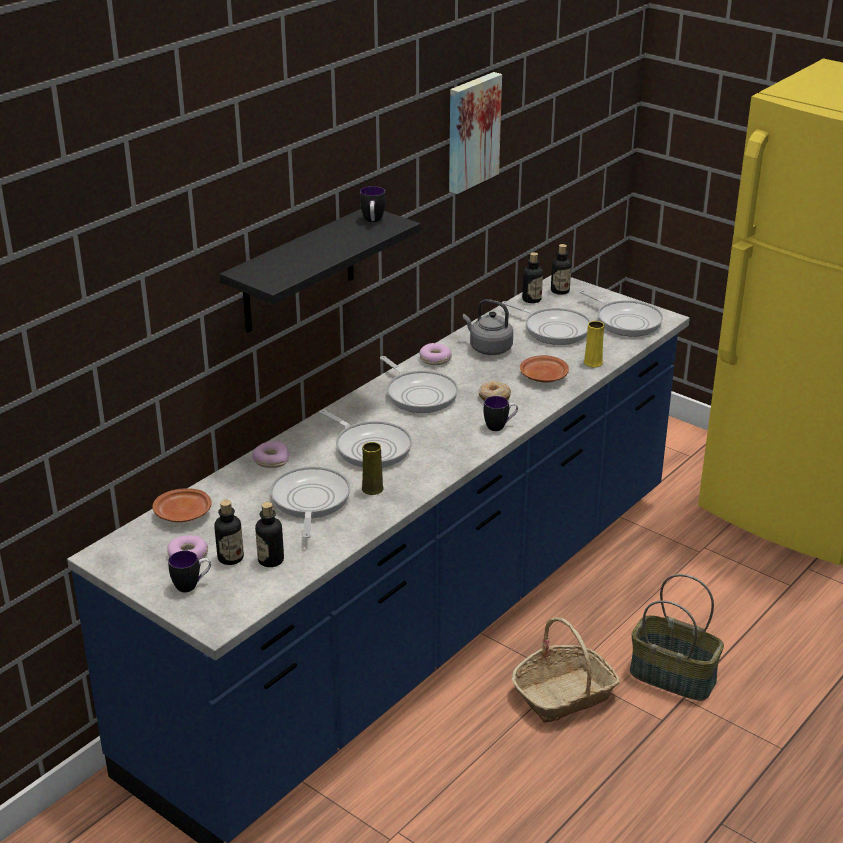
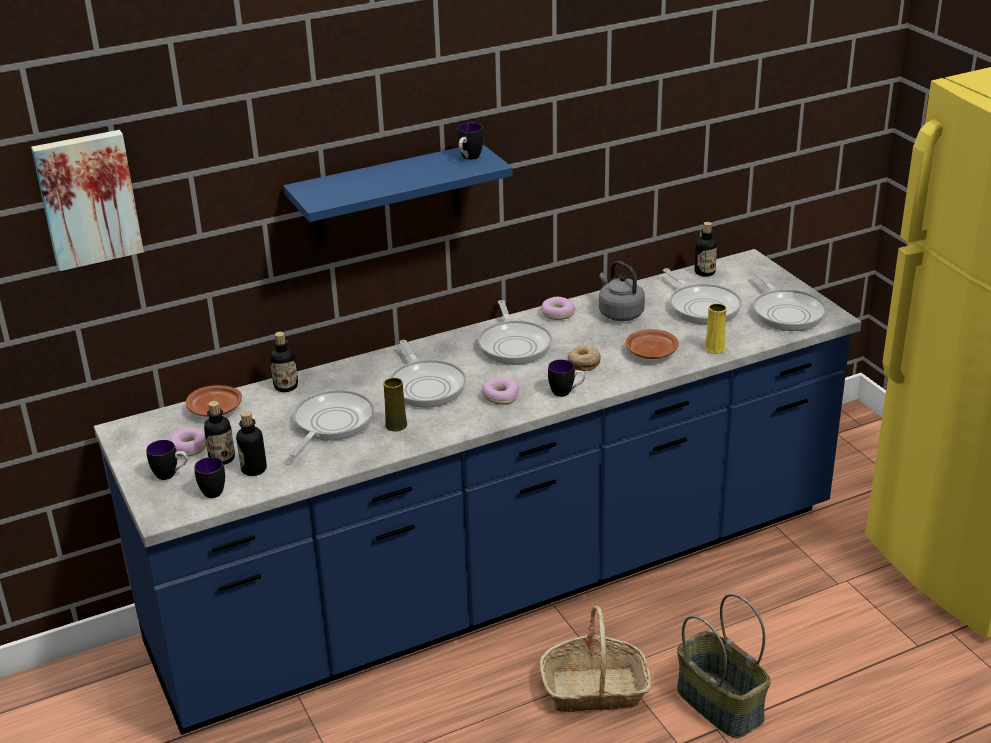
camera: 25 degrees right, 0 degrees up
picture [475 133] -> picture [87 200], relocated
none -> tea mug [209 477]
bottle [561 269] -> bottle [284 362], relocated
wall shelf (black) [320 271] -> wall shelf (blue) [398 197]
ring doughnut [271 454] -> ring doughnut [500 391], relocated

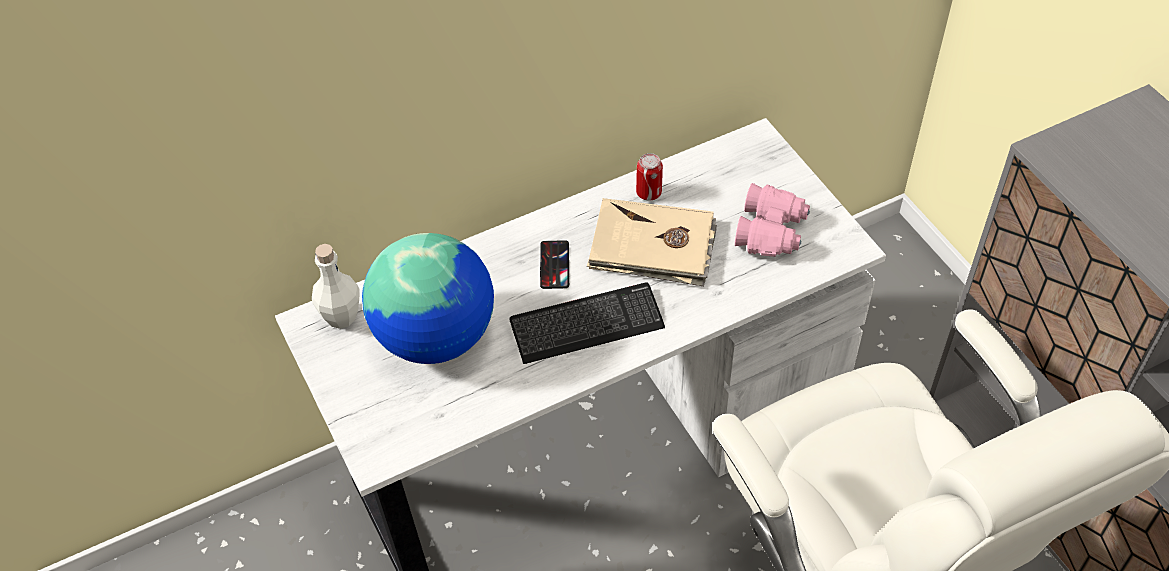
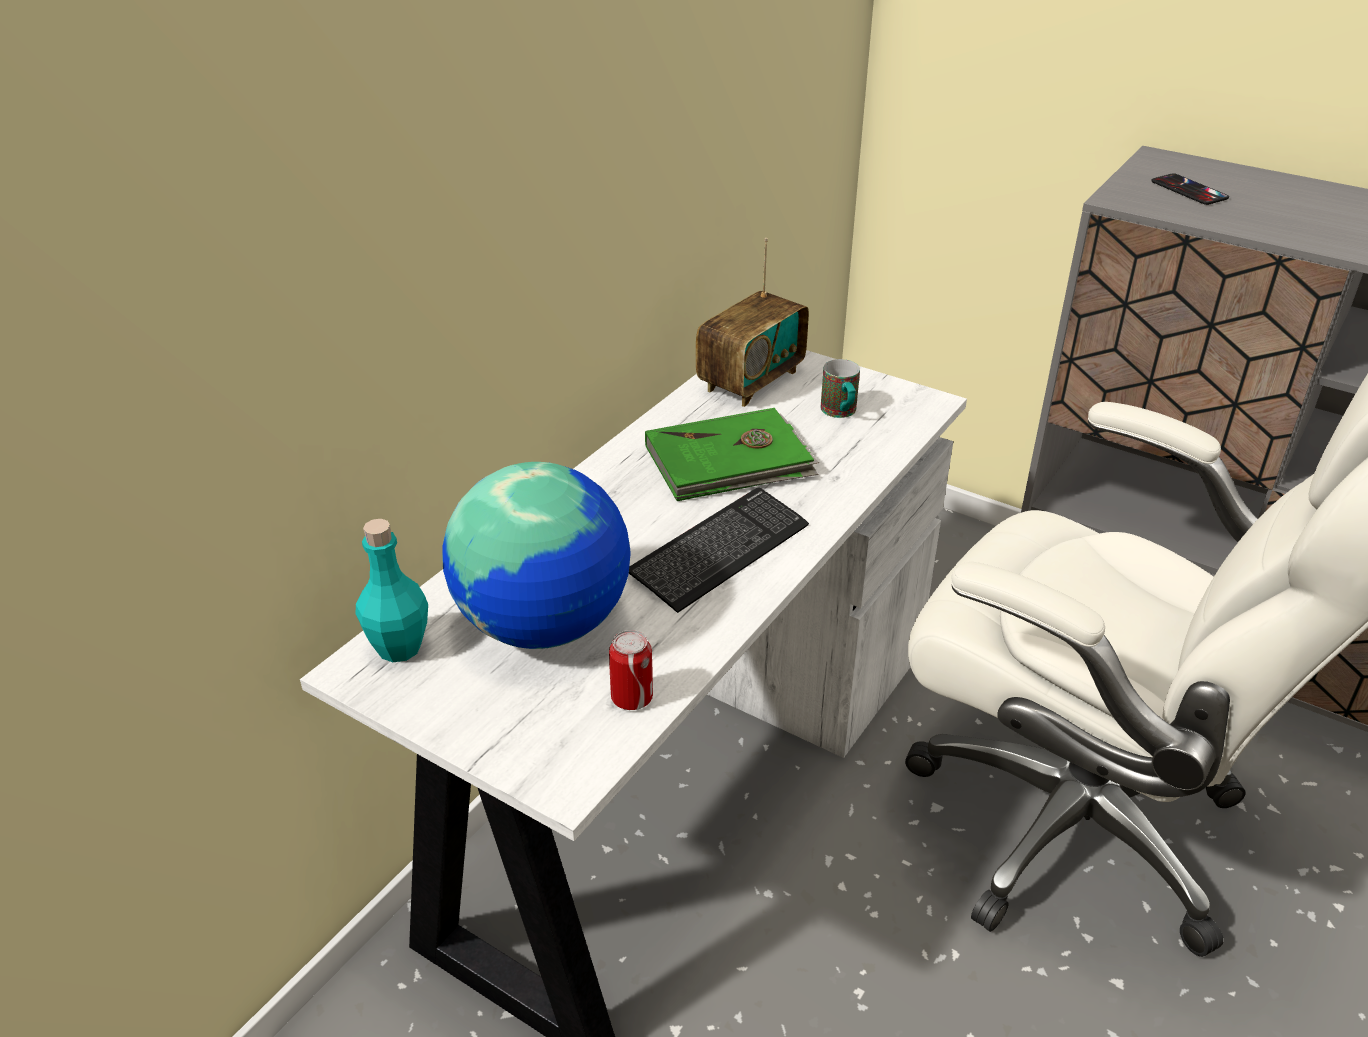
camera: 30 degrees left, 15 degrees down
bottle (white) [336 286] -> bottle (turquoise) [392 590]
metal can [649 176] -> metal can [631 670], relocated
book (sand-coloured) [652 242] -> book (greenish) [732 454]
none -> radio [752 322]
pair of binoculars (pink-coloured) [772 220] -> tea mug [840 388]
handset [554 264] -> handset [1190 189], relocated

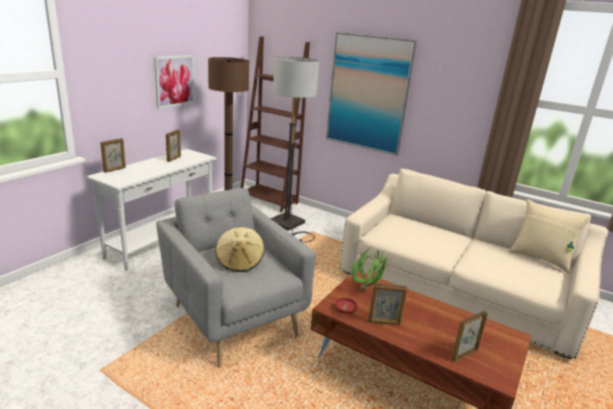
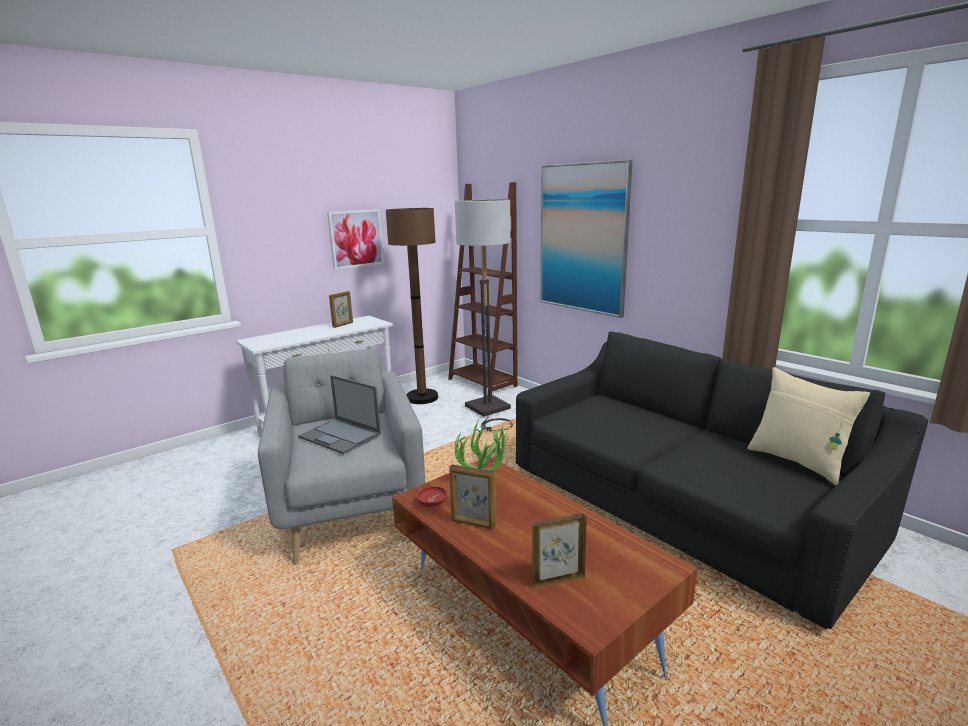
camera: 20 degrees right, 5 degrees down
wearable hat (sand-coloured) [239 249] -> portable computer [339 414]
couch (sand-coloured) [473 264] -> couch (black) [722 481]
photo frame [113 155] -> none

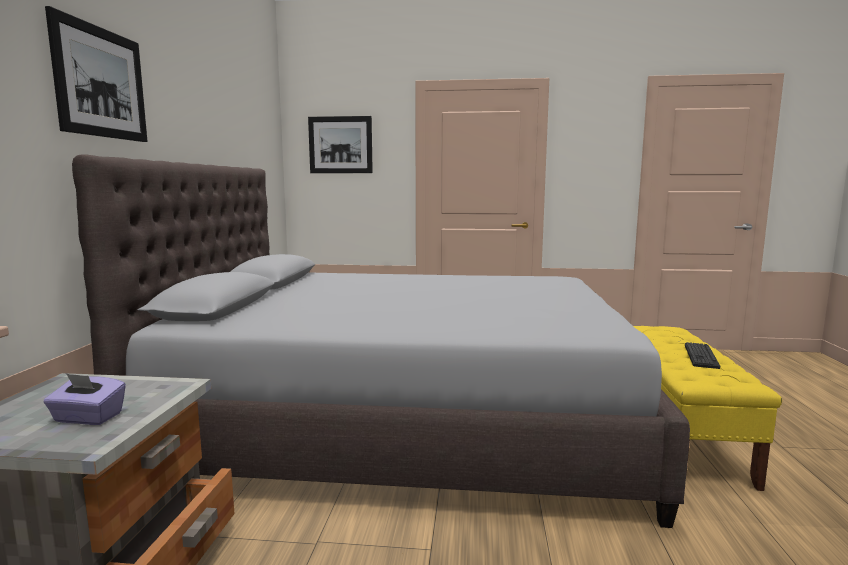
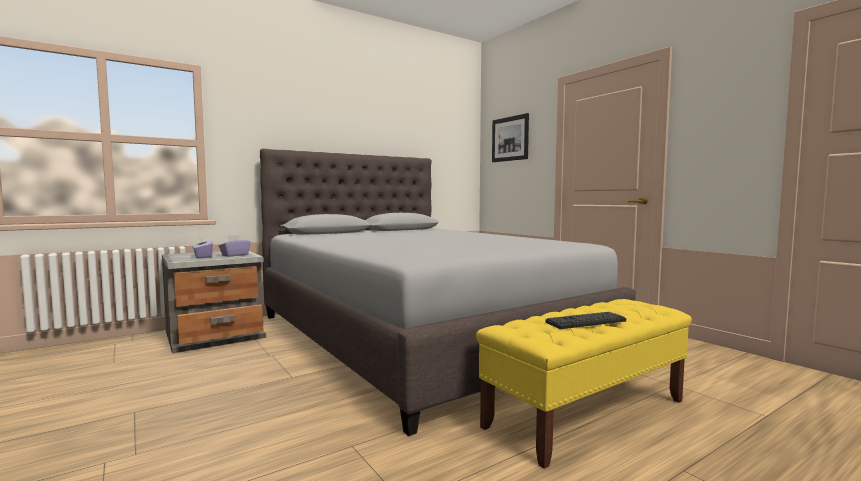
camera: 50 degrees right, 5 degrees down
none -> tissue box (purple-coloured) [235 246]
picture [96 74] -> none

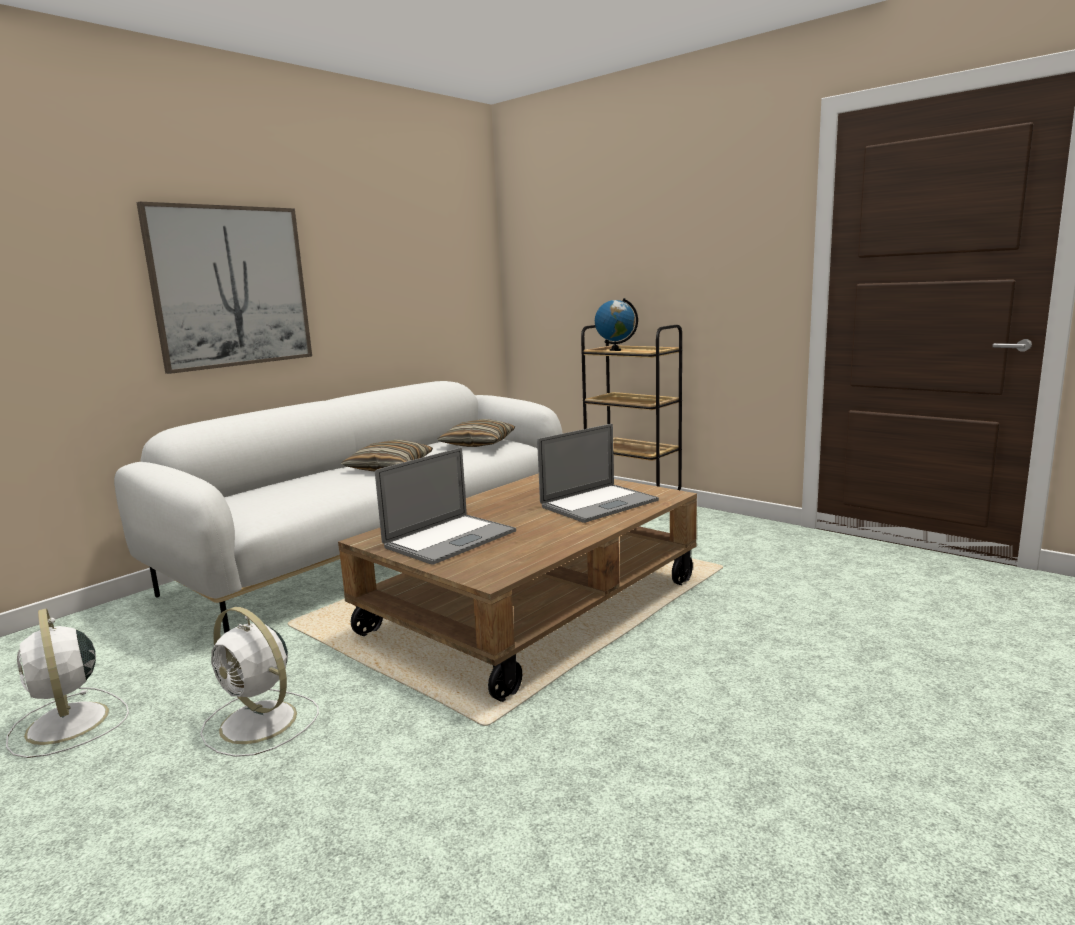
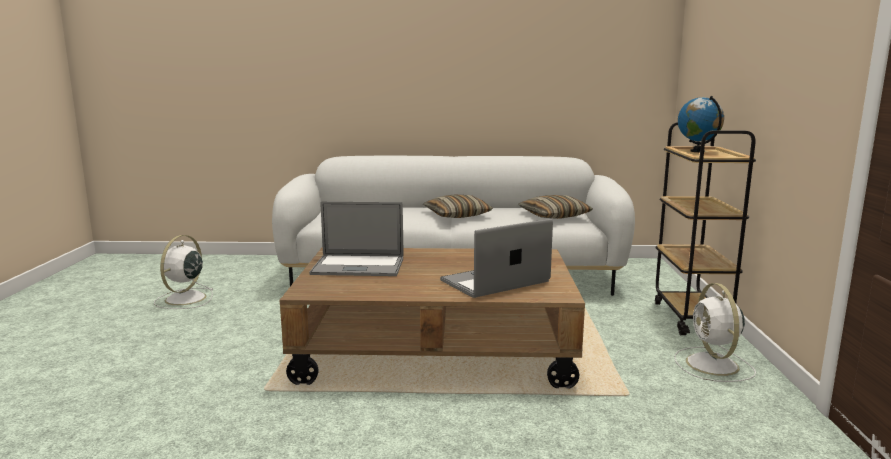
camera: 50 degrees right, 0 degrees up
portable computer [598 473] -> portable computer [496 258], 135 degrees clockwise
electric fan (white) [259 682] -> electric fan (white) [715 332], relocated
picture [224 288] -> none

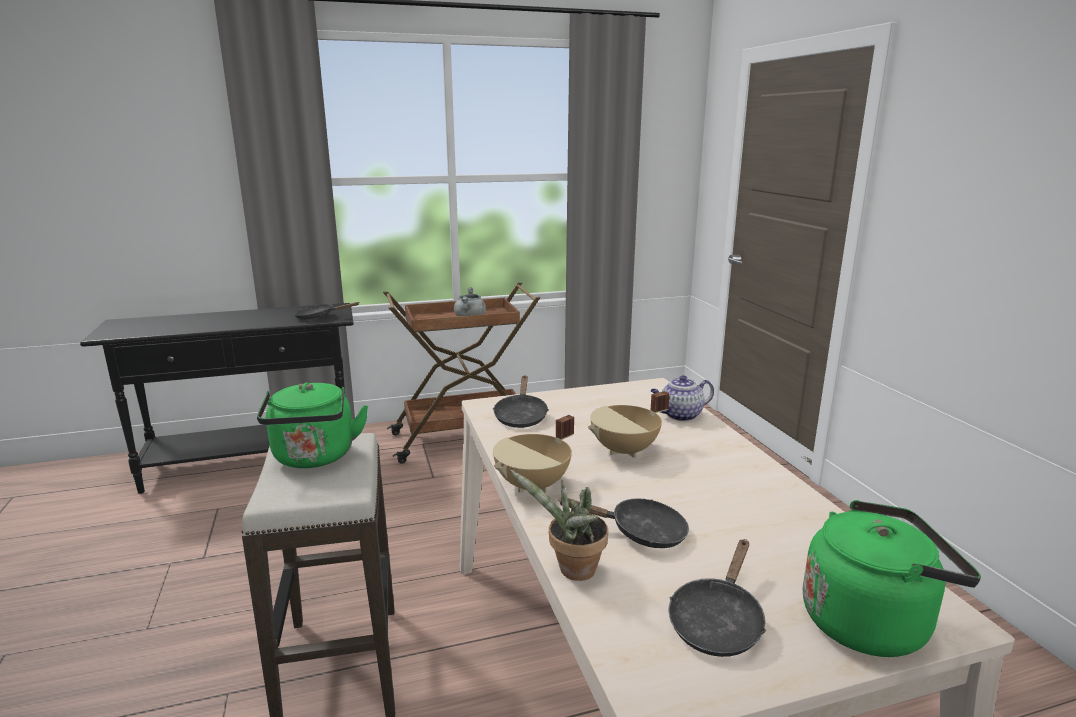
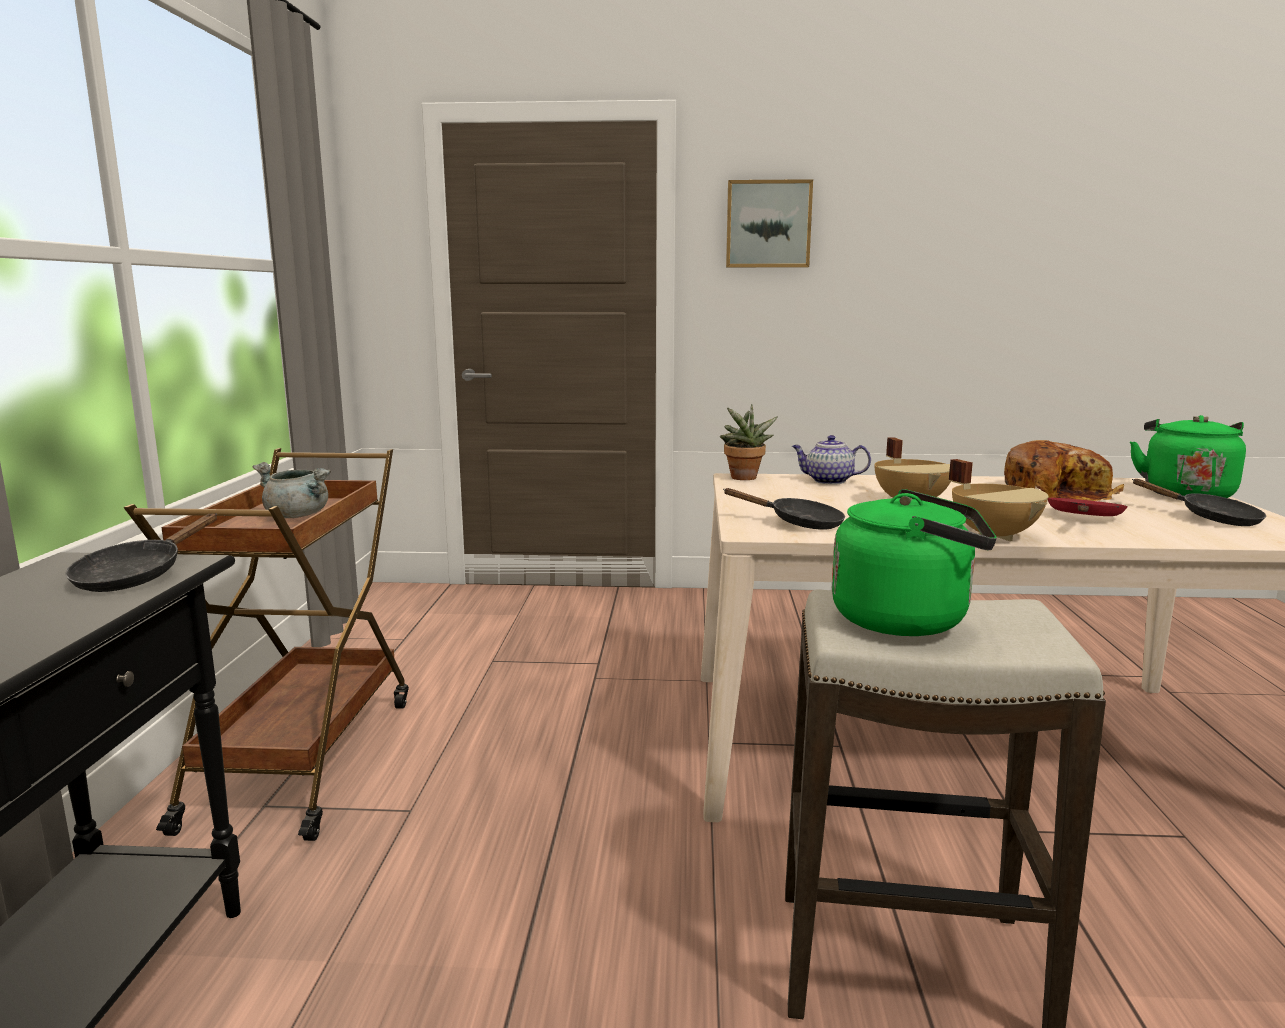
camera: 70 degrees left, 5 degrees down
plant in a pot [559 525] -> plant in a pot [749 442], relocated
none -> picture [769 223]
tea pot [682 398] -> tea pot [831 459], 105 degrees clockwise
none -> bread [1064 470]
frying pan (black) [623 523] -> frying pan (reddish) [1088 507]

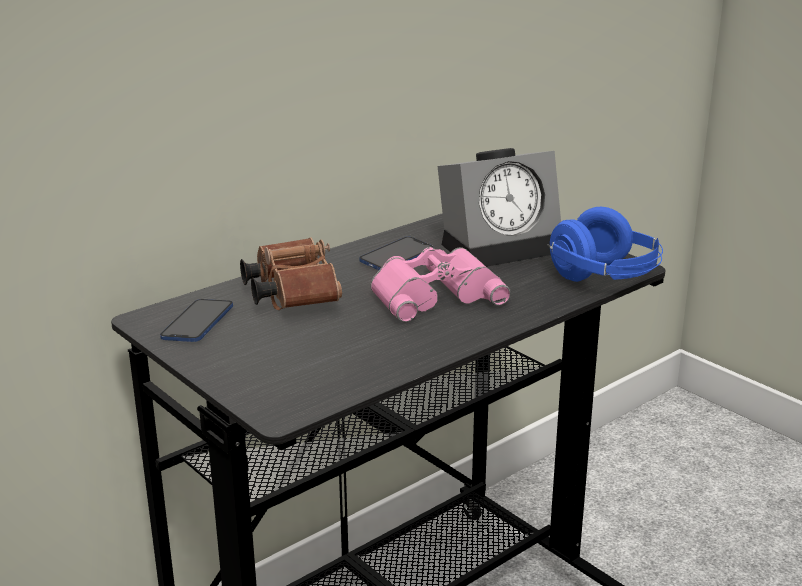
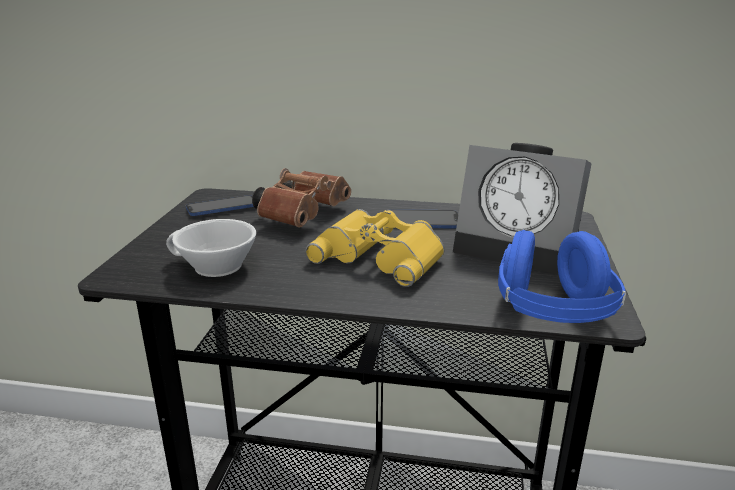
camera: 50 degrees right, 0 degrees up
none -> small cup (white) [211 248]
pair of binoculars (pink-coloured) [440 284] -> pair of binoculars (yellow-coloured) [375 248]

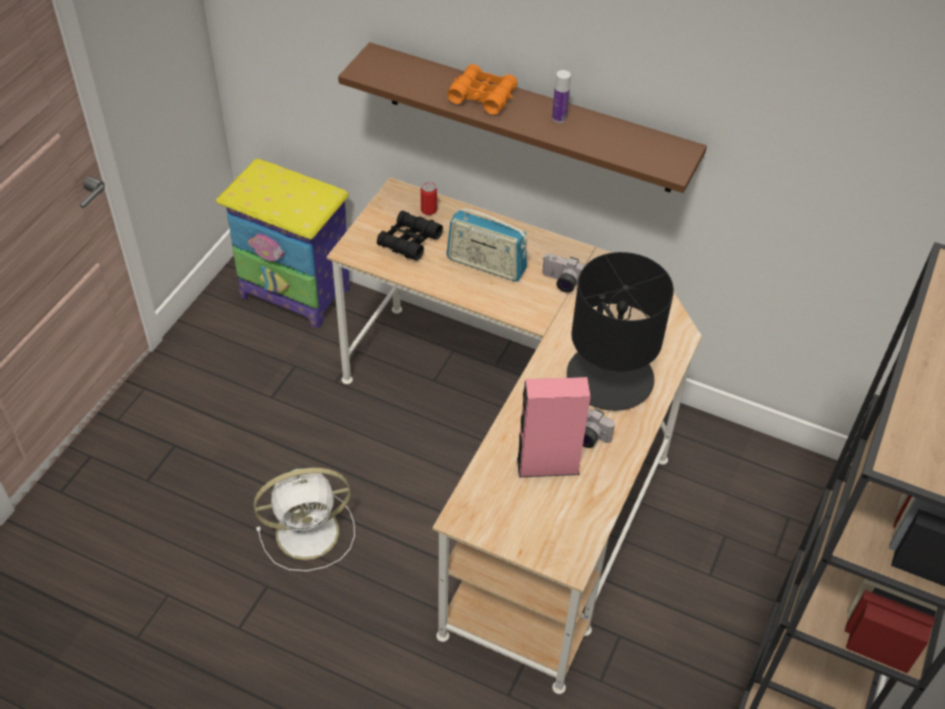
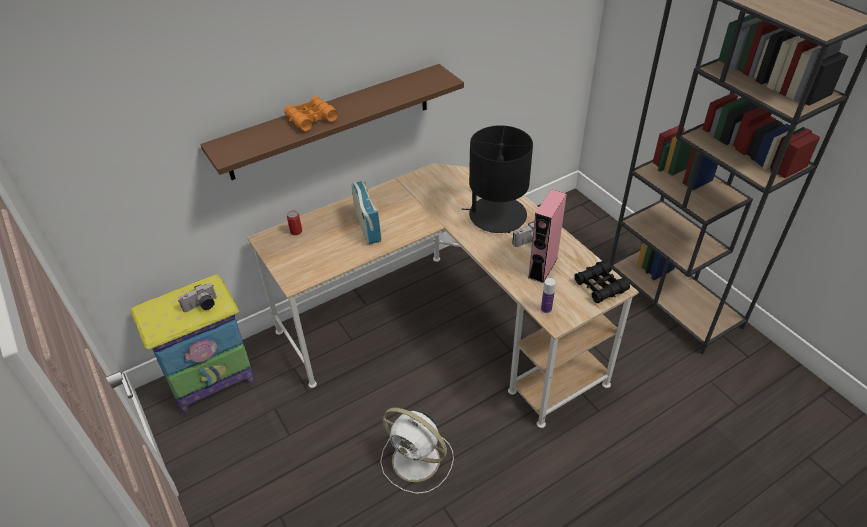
camera: 55 degrees left, 5 degrees down
still camera [564 273] -> still camera [197 297], relocated
radio [486 244] -> radio [366 213], 75 degrees counterclockwise
electric fan (white) [304 519] -> electric fan (white) [417 451], 105 degrees clockwise
bottle [561 96] -> bottle [548 295], relocated
pair of binoculars (black) [410 236] -> pair of binoculars (black) [602 281], relocated

